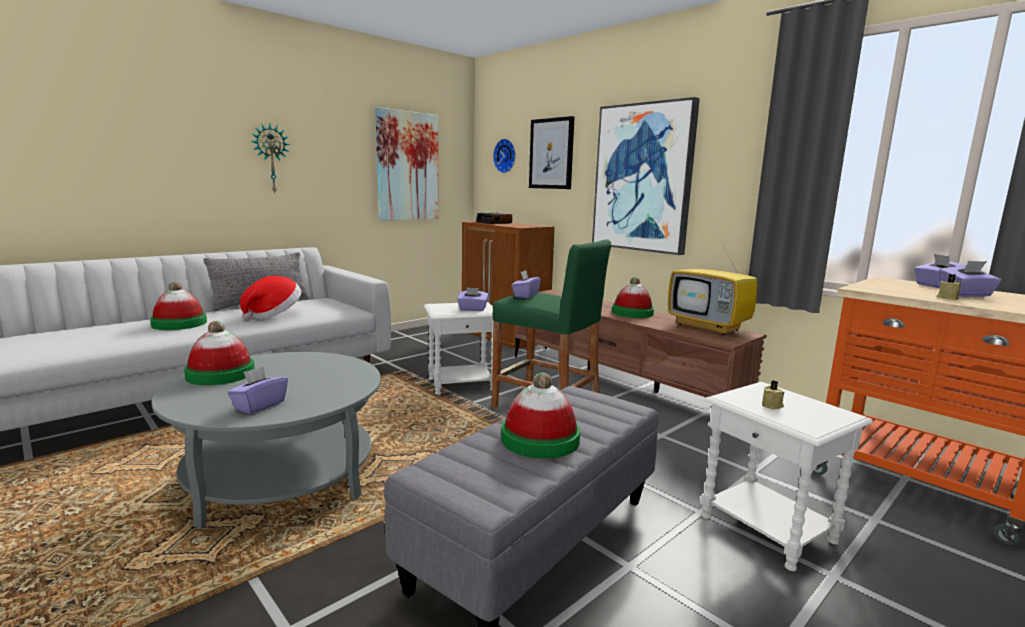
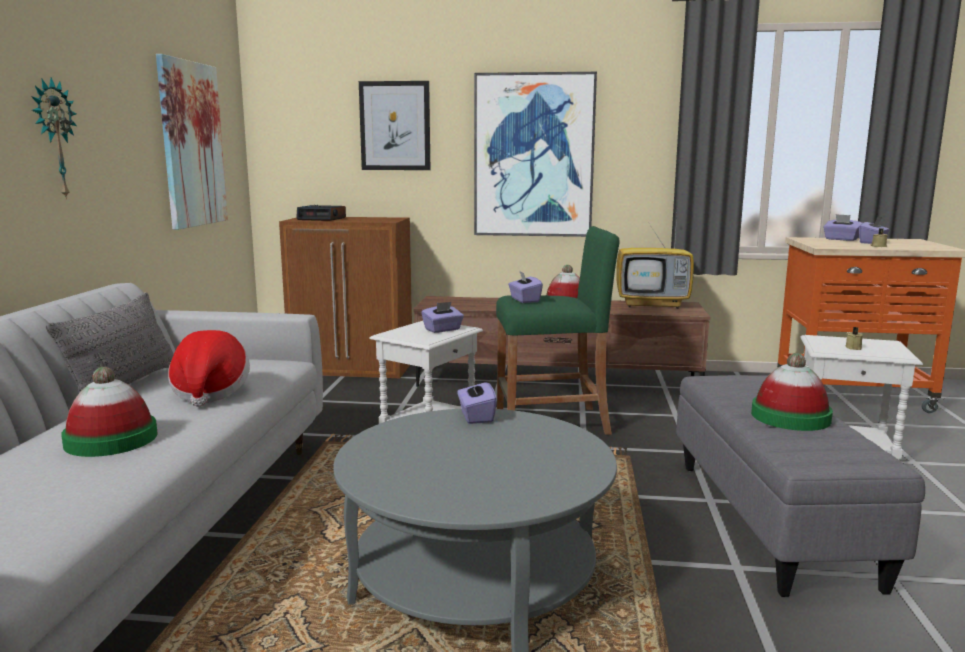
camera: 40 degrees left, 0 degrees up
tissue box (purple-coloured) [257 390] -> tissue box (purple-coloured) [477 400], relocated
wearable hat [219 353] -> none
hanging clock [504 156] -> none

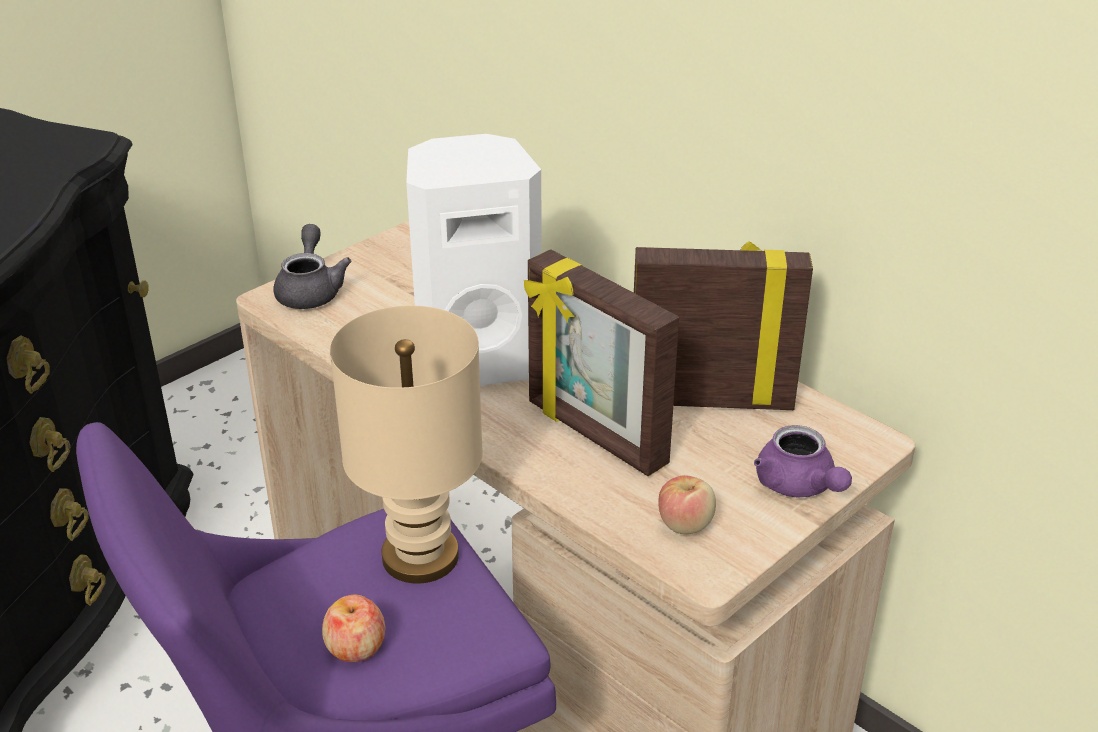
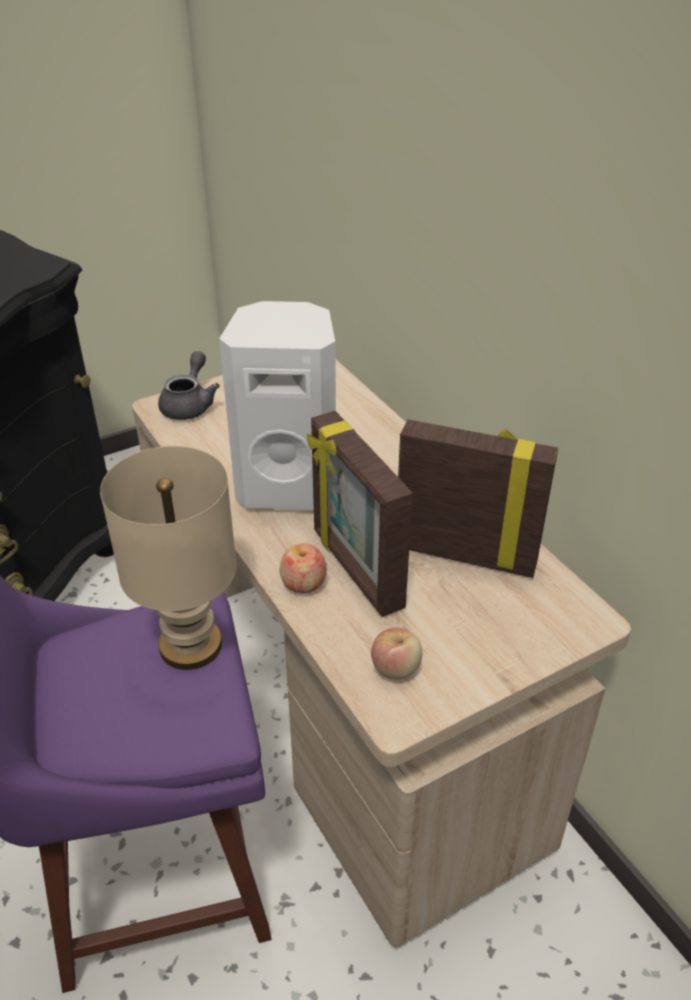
camera: 15 degrees right, 5 degrees up
apple fruit [353 628] -> apple fruit [303 568], relocated
tea pot (purple-coloured) [803 461] -> none

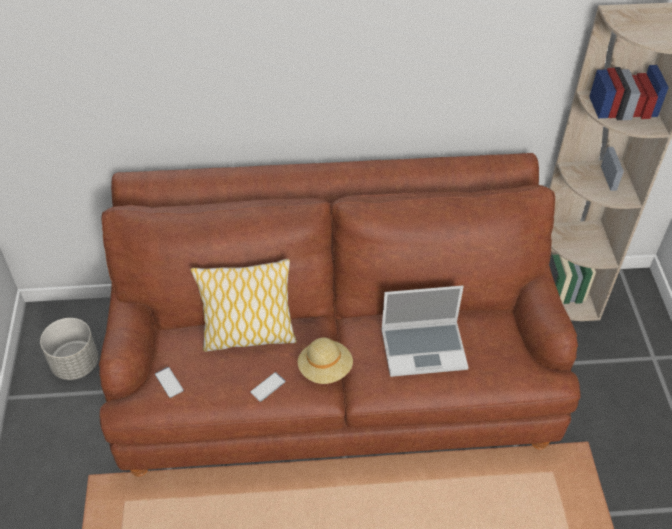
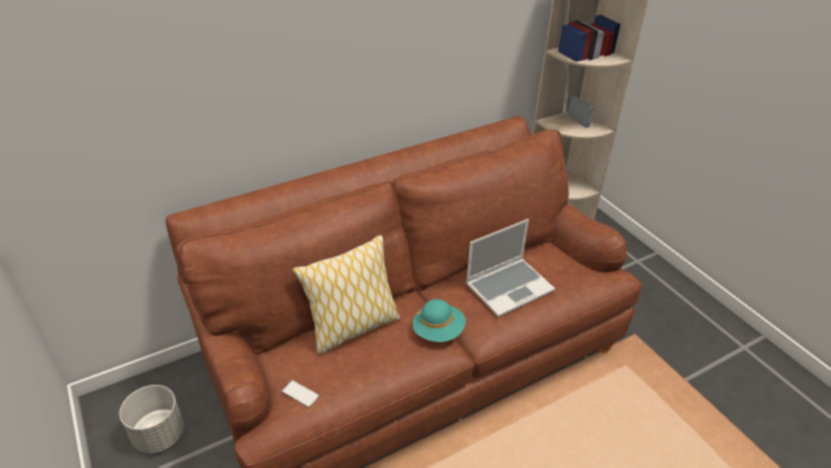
camera: 25 degrees left, 10 degrees down
wearable hat (sand-coloured) [325 361] -> wearable hat (turquoise) [439 320]
handset [268 387] -> none

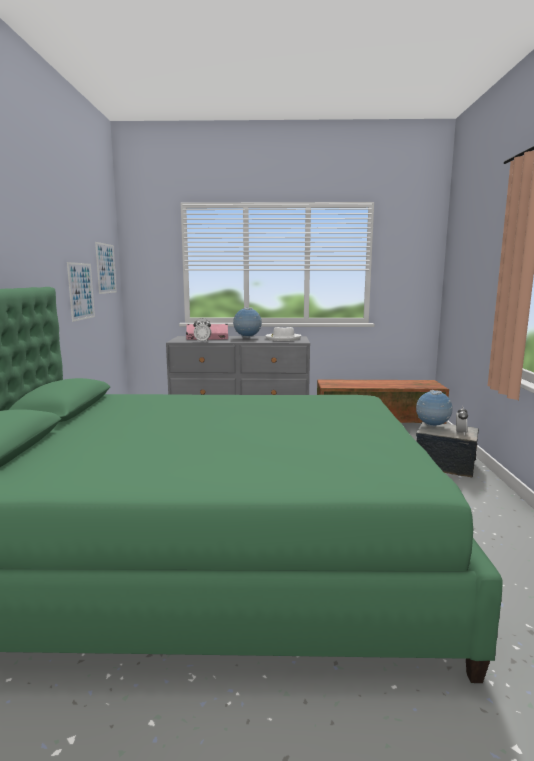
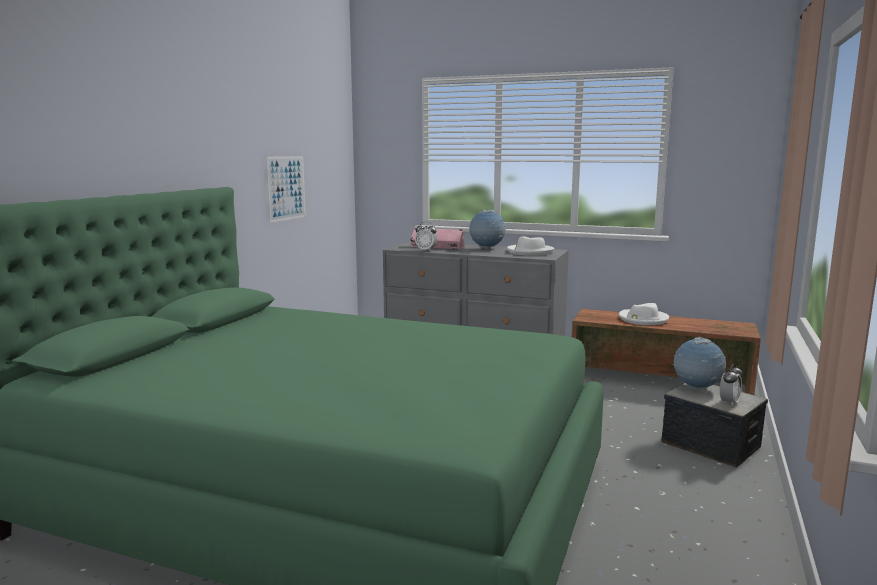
camera: 20 degrees right, 0 degrees up
none -> wearable hat (white) [644 314]
picture [106 268] -> none

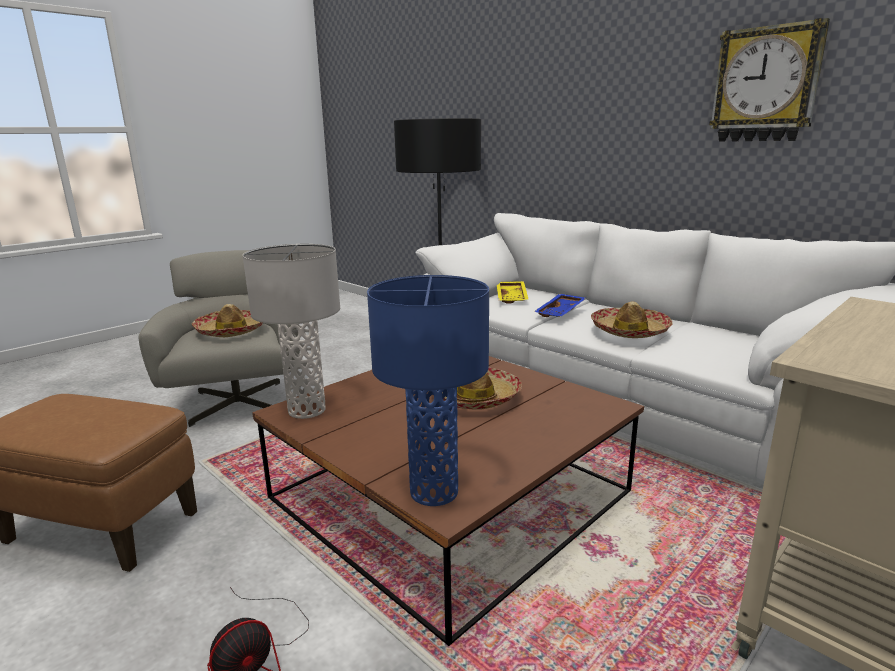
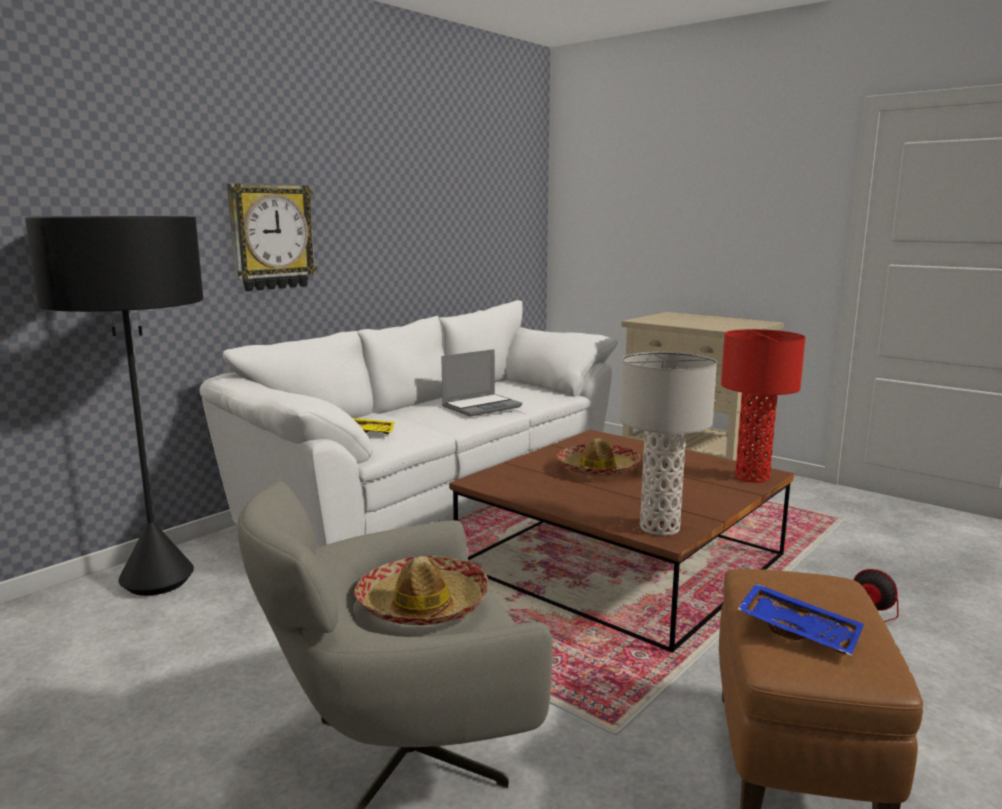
camera: 95 degrees left, 5 degrees down
hanging clock [769 80] -> hanging clock [272 238], relocated
wearable hat [631 320] -> portable computer [481 383]
tabletop lamp (blue) [428 390] -> tabletop lamp (reddish) [763 406]
tray (blue) [560 305] -> tray (blue) [801 619], relocated

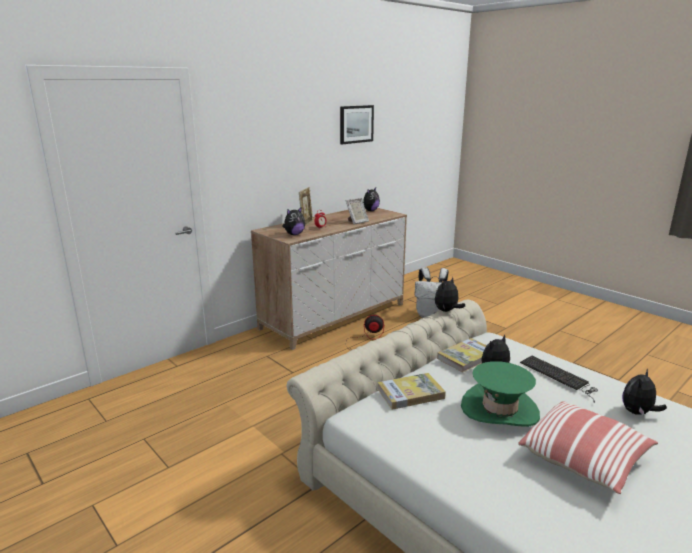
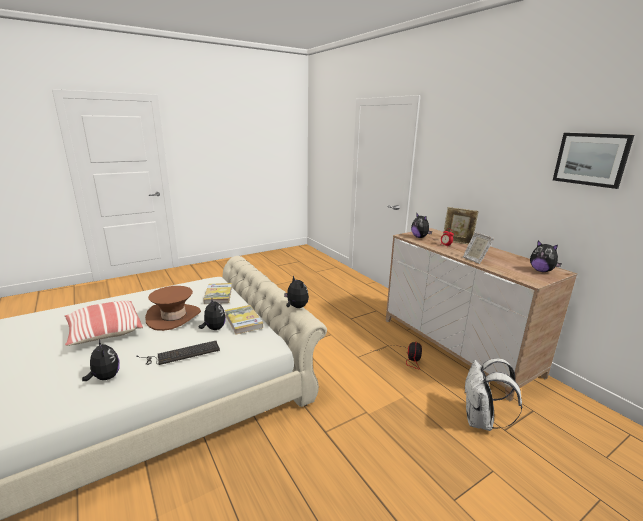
camera: 100 degrees right, 0 degrees up
wearable hat (greenish) [500 394] -> wearable hat (brownish) [173 308]

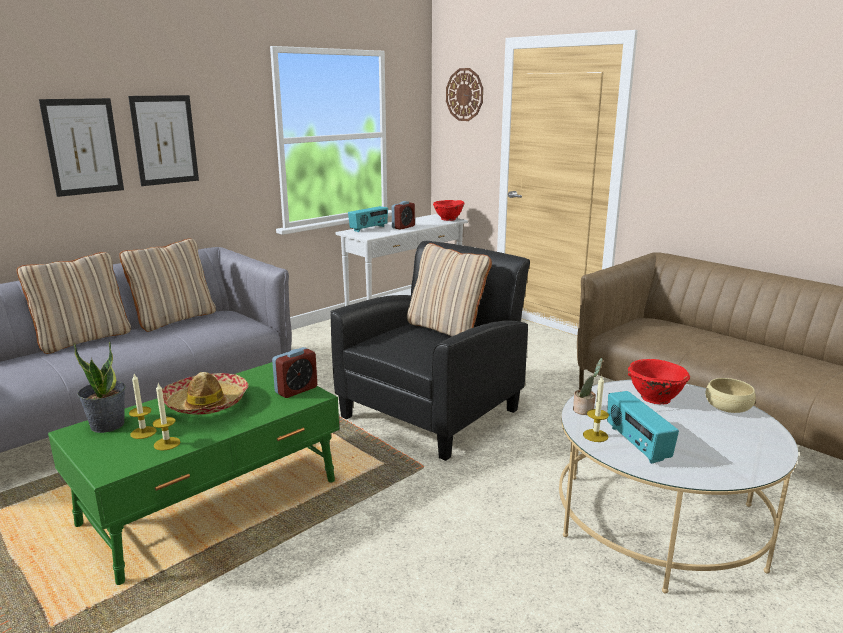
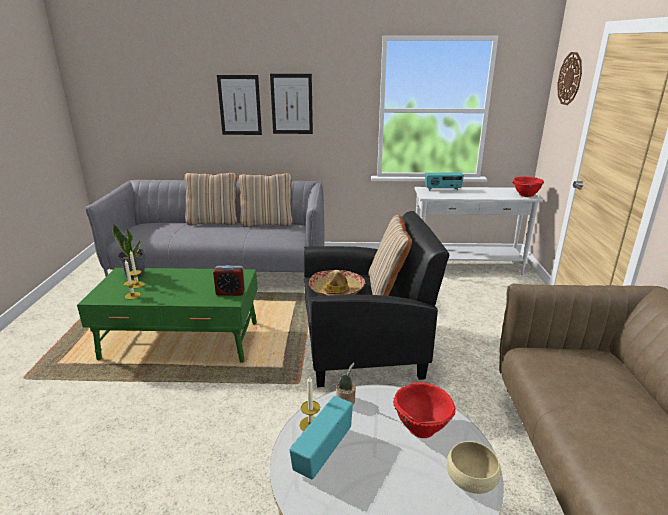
camera: 45 degrees right, 5 degrees up
wearable hat [205 393] -> wearable hat [337 283], relocated
alarm clock [403 215] -> none

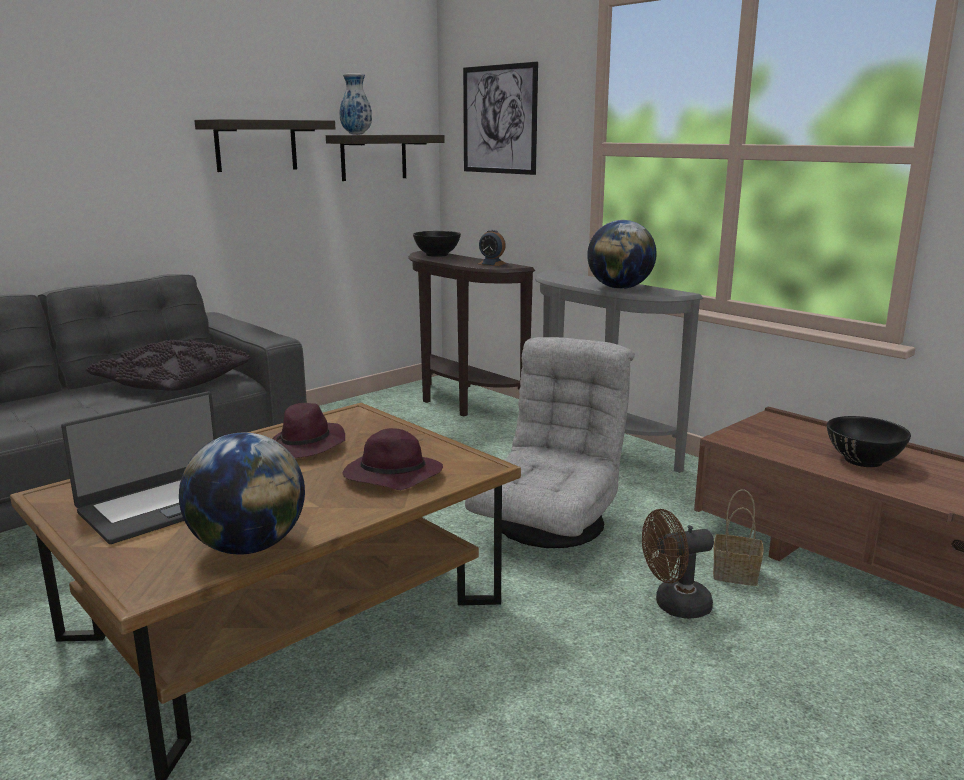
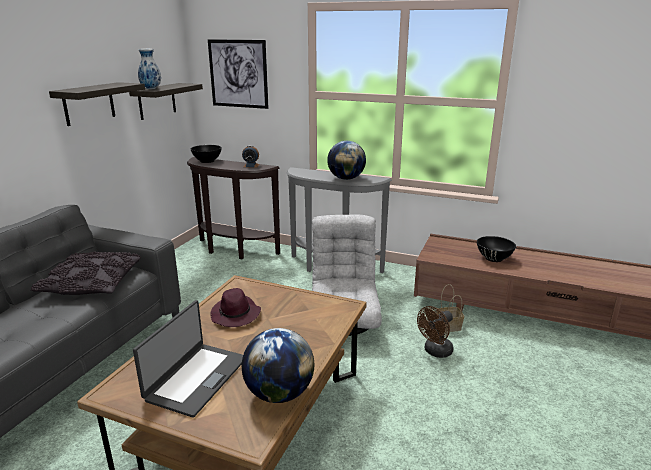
camera: 25 degrees left, 5 degrees up
wearable hat (purple-coloured) [393 459] -> none

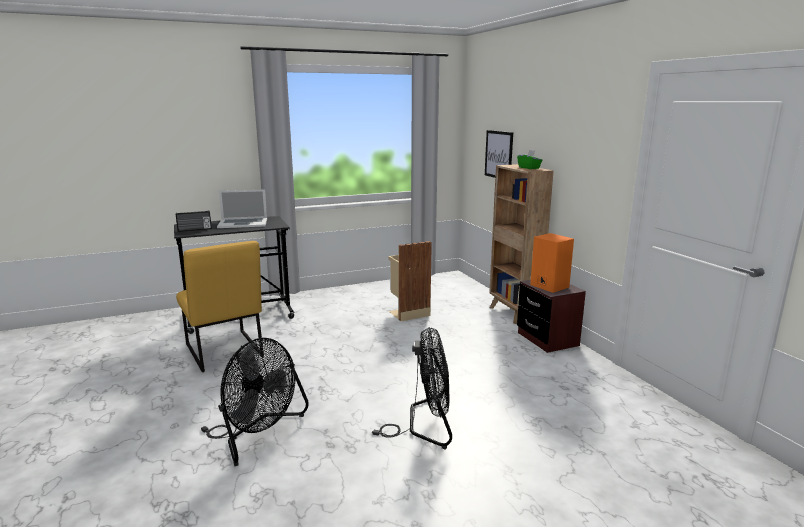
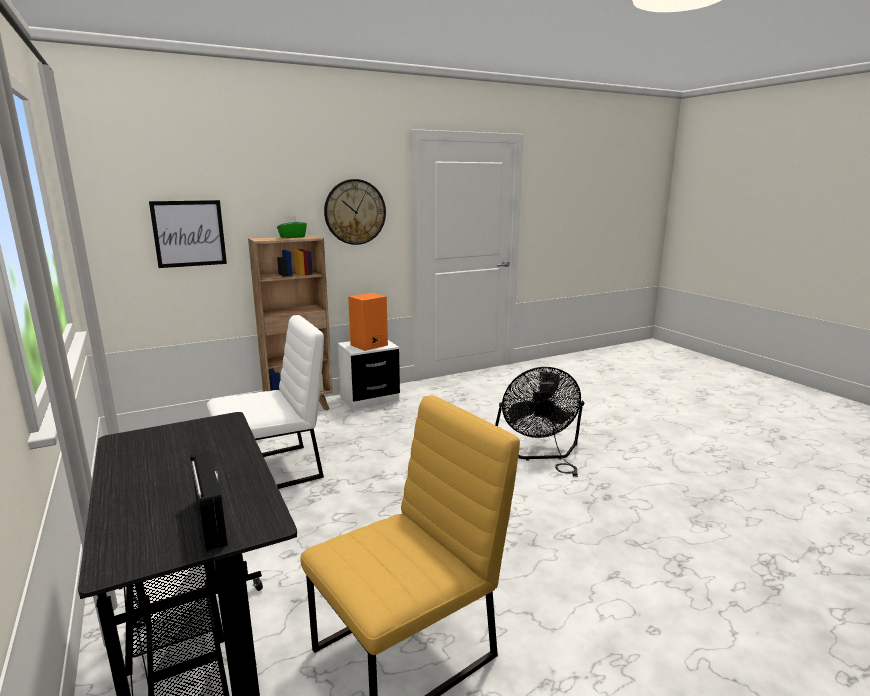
camera: 95 degrees left, 0 degrees up
trash can (sand-coloured) [410 281] -> plain chair (white) [265 402]
none -> hanging clock [355 212]
nightstand (brownish) [551 316] -> nightstand (white) [369 375]
electric fan (black) [255 402] -> none
portable computer [242 209] -> none

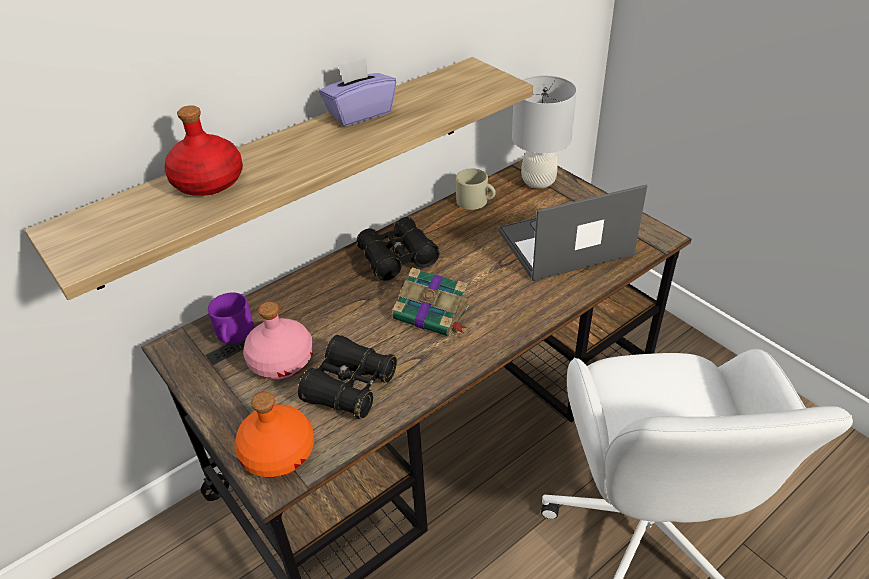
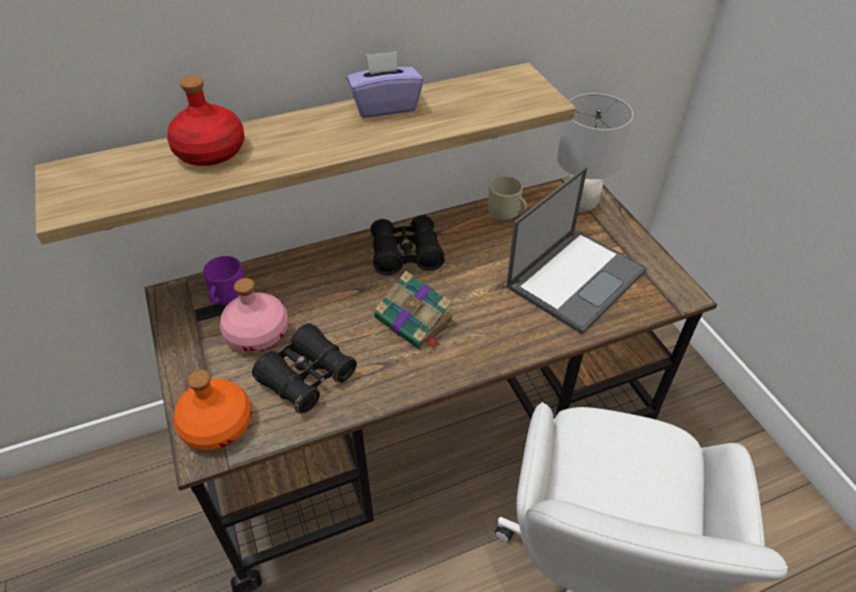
camera: 15 degrees right, 5 degrees up
portable computer [573 232] -> portable computer [576 250], 135 degrees clockwise

